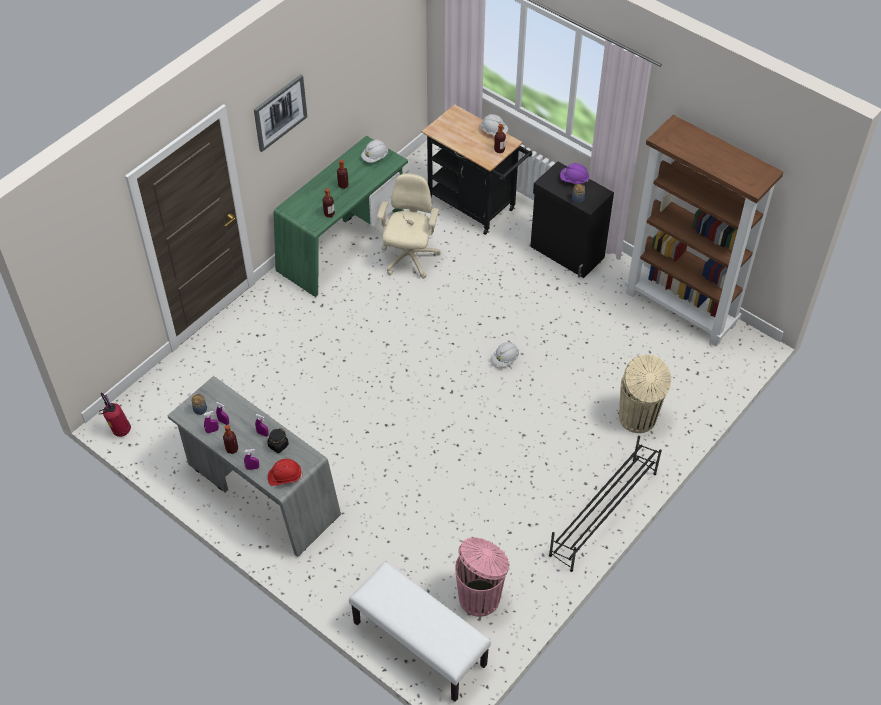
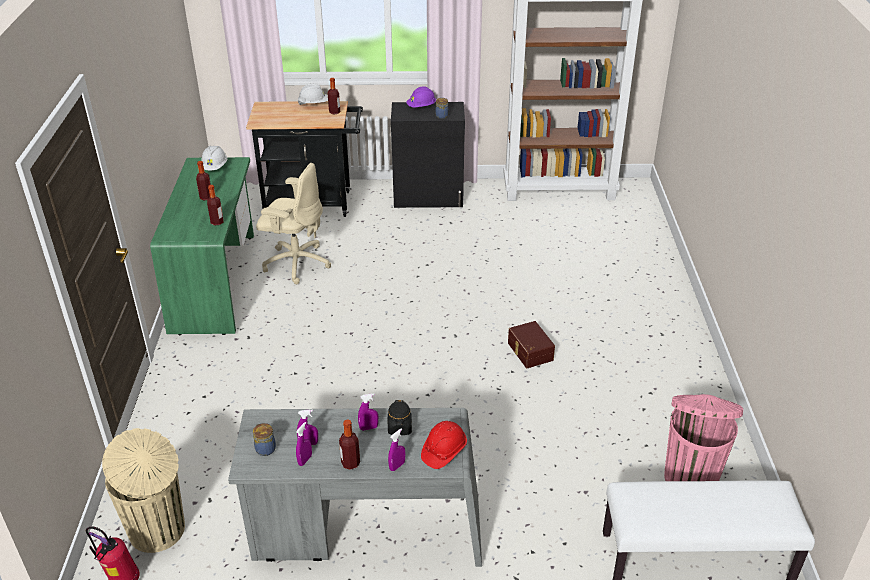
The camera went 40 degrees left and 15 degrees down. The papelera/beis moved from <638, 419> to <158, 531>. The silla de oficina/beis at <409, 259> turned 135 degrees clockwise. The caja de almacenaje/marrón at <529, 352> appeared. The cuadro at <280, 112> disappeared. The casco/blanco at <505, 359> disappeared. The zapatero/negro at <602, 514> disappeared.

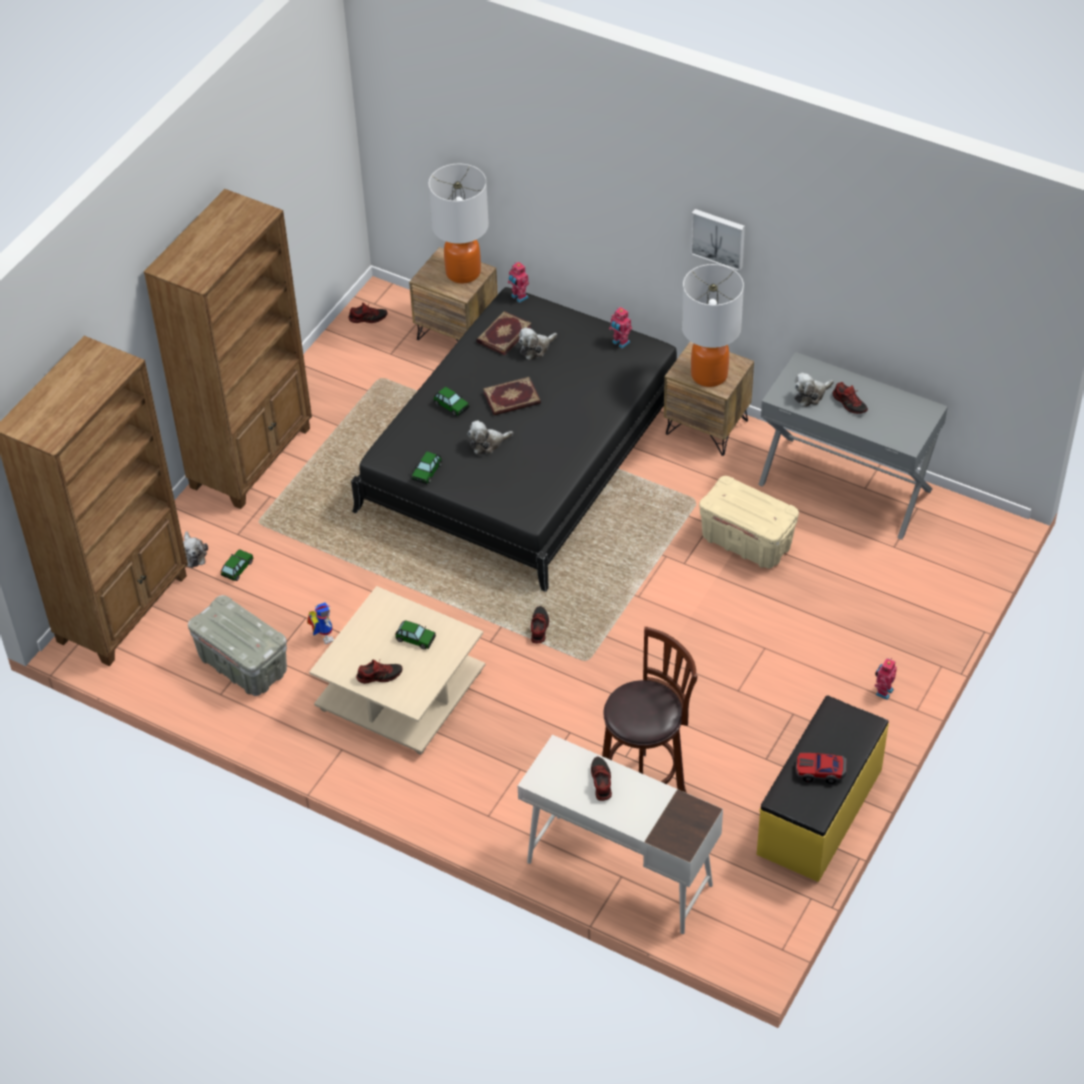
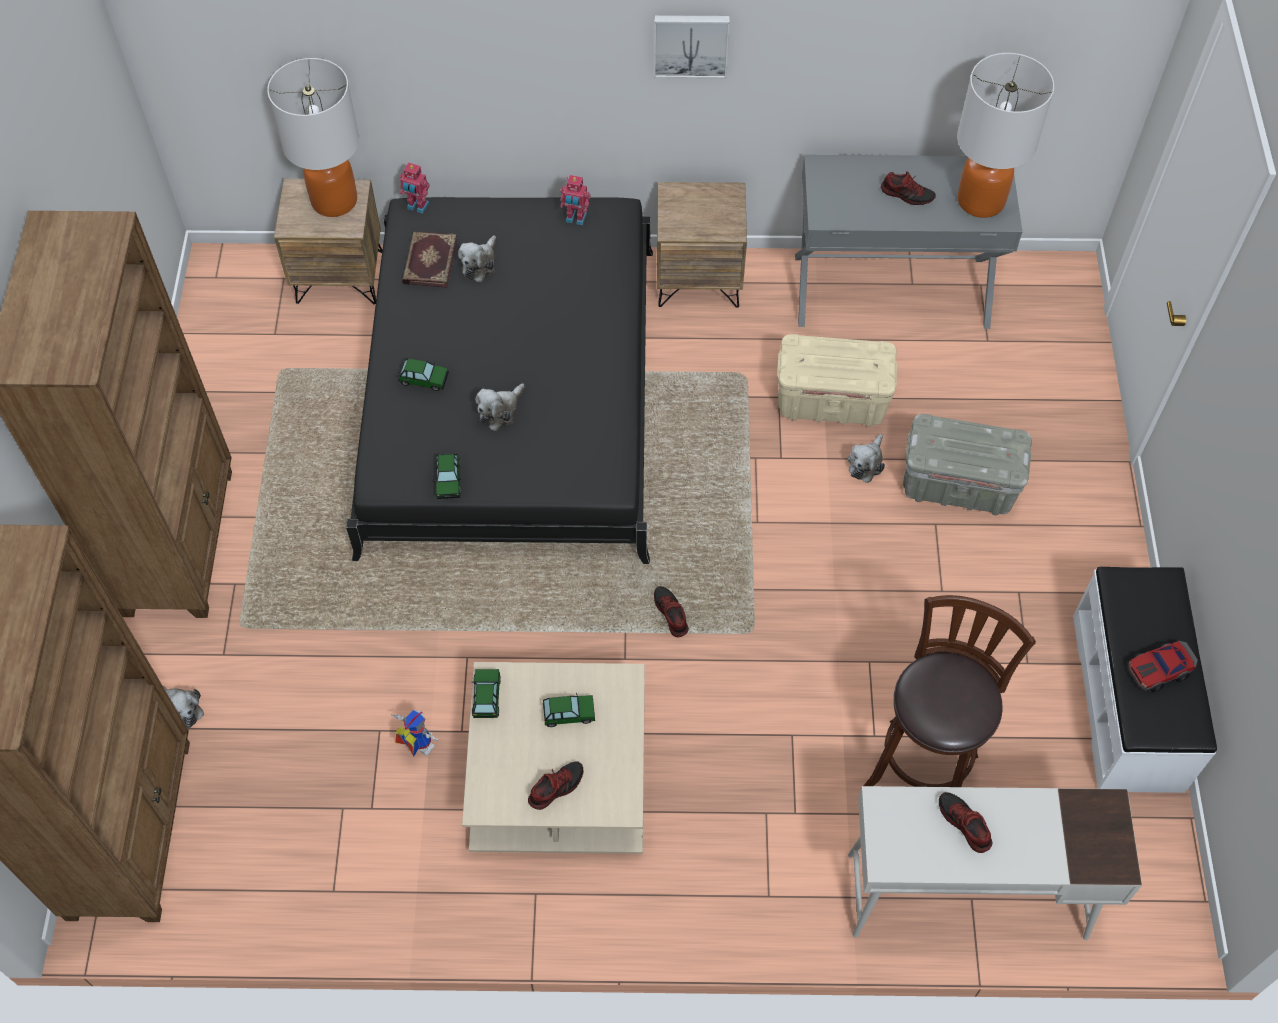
The camera went 30 degrees left and 10 degrees up. The coche de juguete moved from <237, 568> to <486, 696>. The peluche moved from <811, 395> to <866, 463>. The caja de almacenaje/gris moved from <242, 665> to <957, 486>. The lámpara de mesa moved from <709, 374> to <981, 200>. The banco/amarillo at <821, 812> became the banco/blanco at <1128, 701>. The zapato at <368, 318> disappeared. The libro at <512, 399> disappeared. The robot de juguete at <883, 691> disappeared.

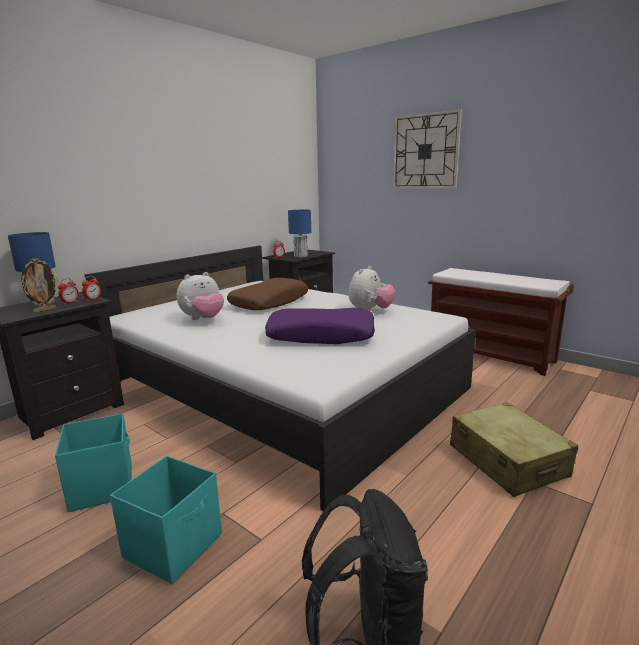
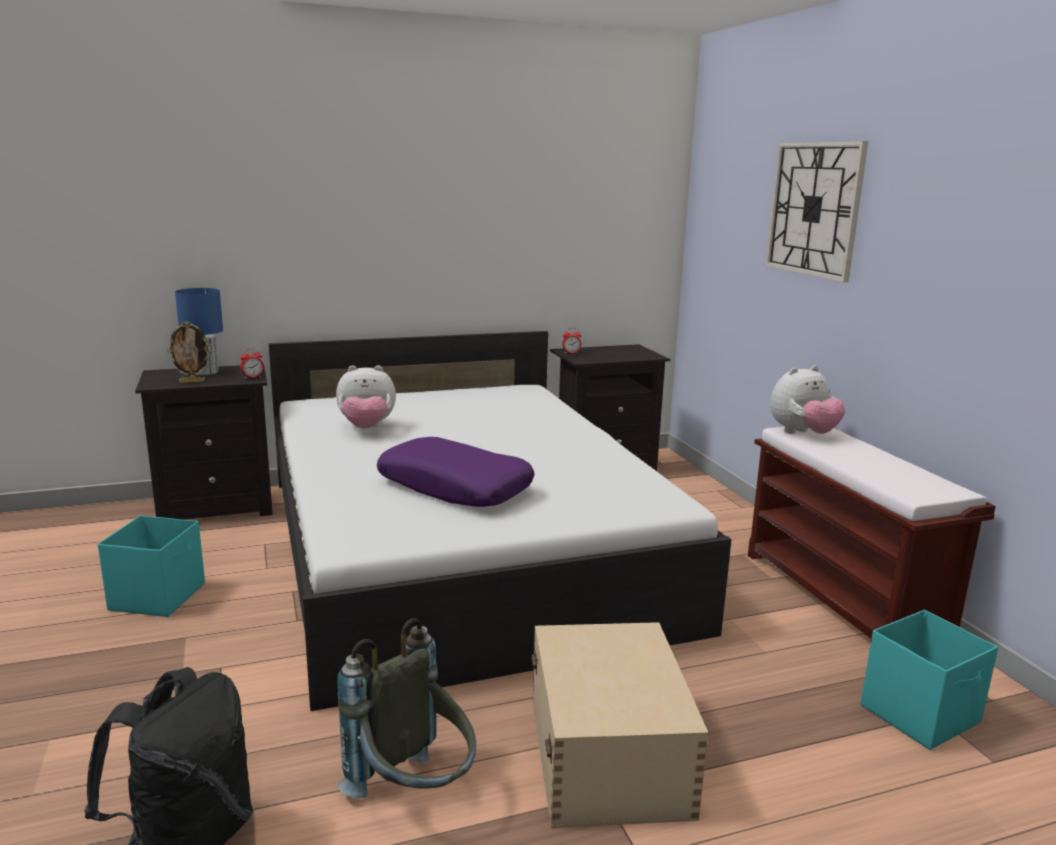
The camera went 30 degrees right and 0 degrees up. The mochila/gris at <415, 793> appeared. The maleta/beis at <507, 461> was replaced by the caja de almacenaje/beis at <608, 754>. The peluche moved from <370, 311> to <802, 434>. The caja de almacenaje/turquesa moved from <175, 545> to <921, 714>. The despertador at <70, 303> disappeared. The cojín/marrón at <269, 303> disappeared. The lámpara de mesa/azul at <300, 256> disappeared.

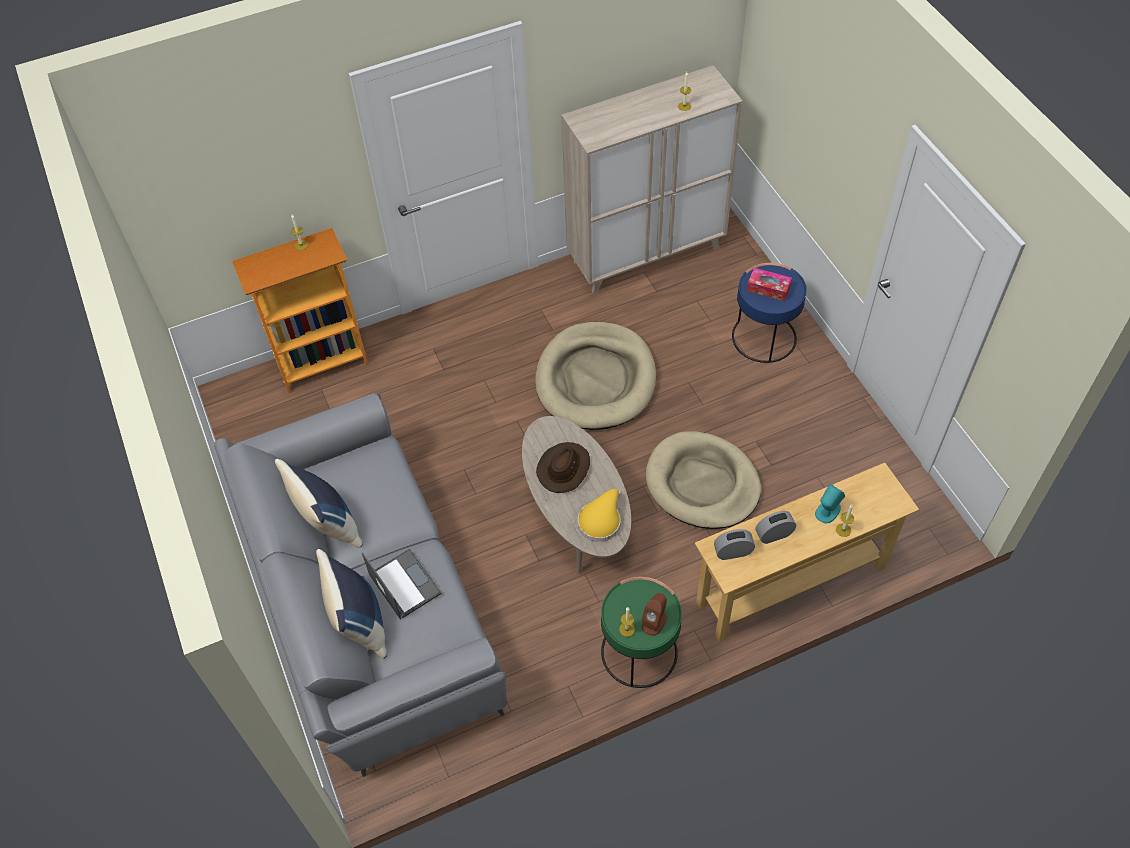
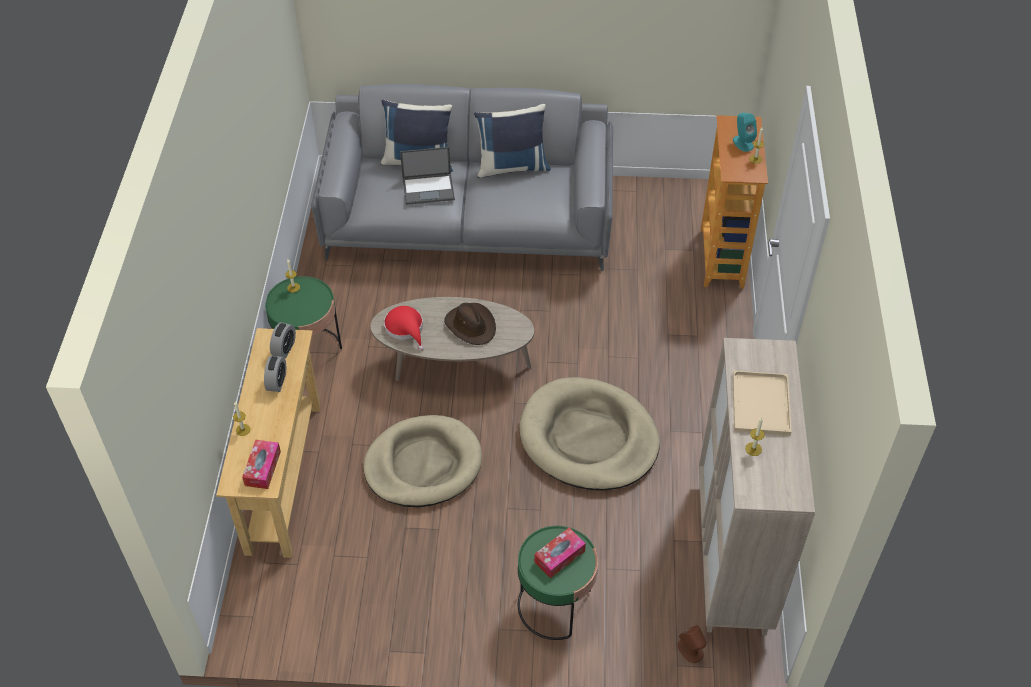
The camera went 115 degrees right and 5 degrees down. The caja de pañuelos at <262, 468> appeared. The sombrero/amarillo at <601, 520> became the sombrero/rojo at <405, 328>. The mesa auxiliar/azul at <763, 338> became the mesa auxiliar/verde at <555, 605>. The altavoz/marrón moved from <654, 621> to <690, 650>. The altavoz/turquesa moved from <827, 511> to <743, 143>. The bandeja/beis at <760, 402> appeared.

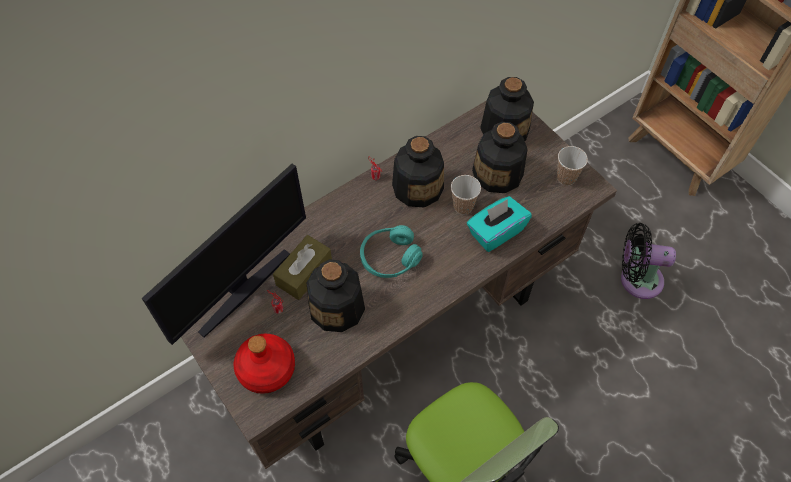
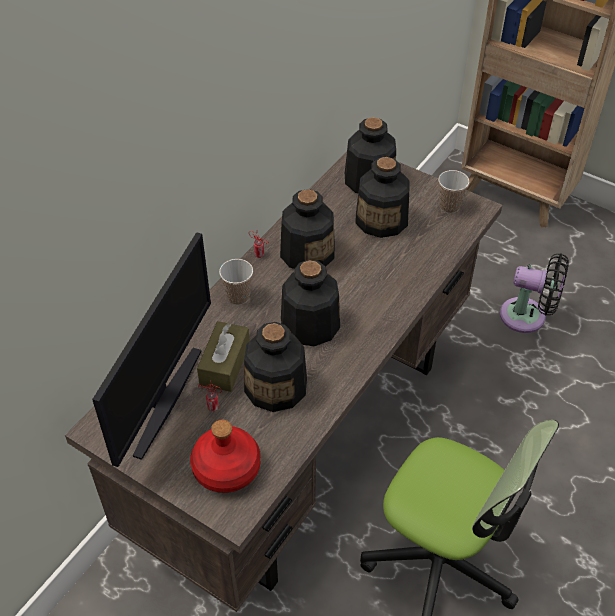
The camera went 20 degrees left and 10 degrees down. The taza moved from <463, 206> to <238, 297>. The auriculares/turquesa at <390, 257> was replaced by the botella at <309, 324>. The ventilador/negro at <636, 279> turned 150 degrees counterclockwise. The caja de pañuelos/turquesa at <495, 232> disappeared.

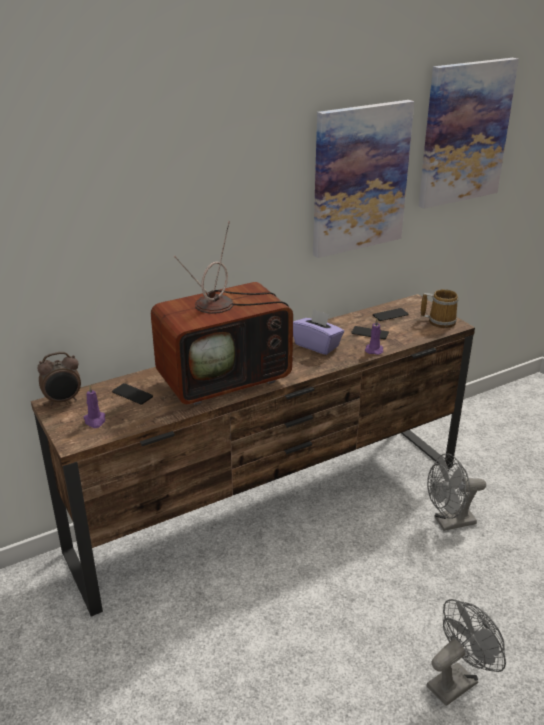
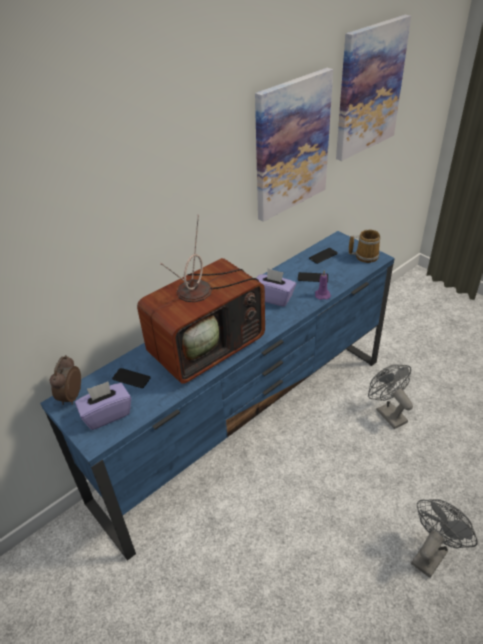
The camera went 10 degrees left and 10 degrees up. The mueble de televisión/marrón at <273, 506> became the mueble de televisión/azul at <248, 425>. The despertador at <63, 400> turned 135 degrees clockwise. The vela/morado at <95, 421> was replaced by the caja de pañuelos/morado at <107, 414>. The ventilador/gris at <449, 522> turned 90 degrees clockwise.

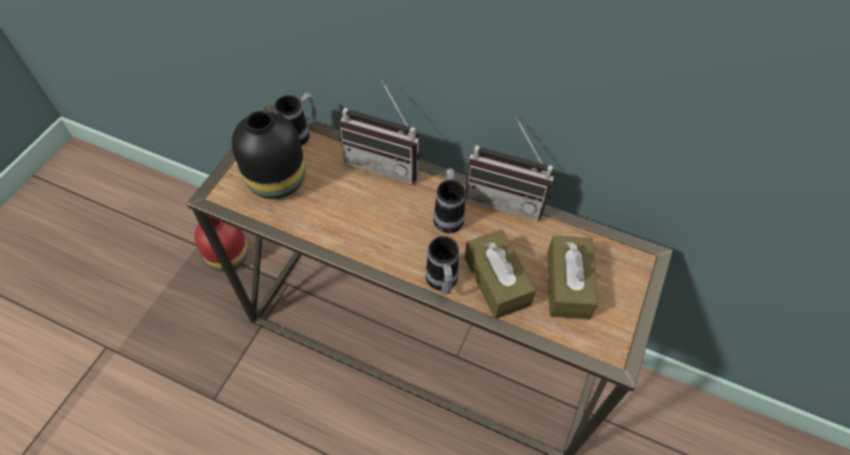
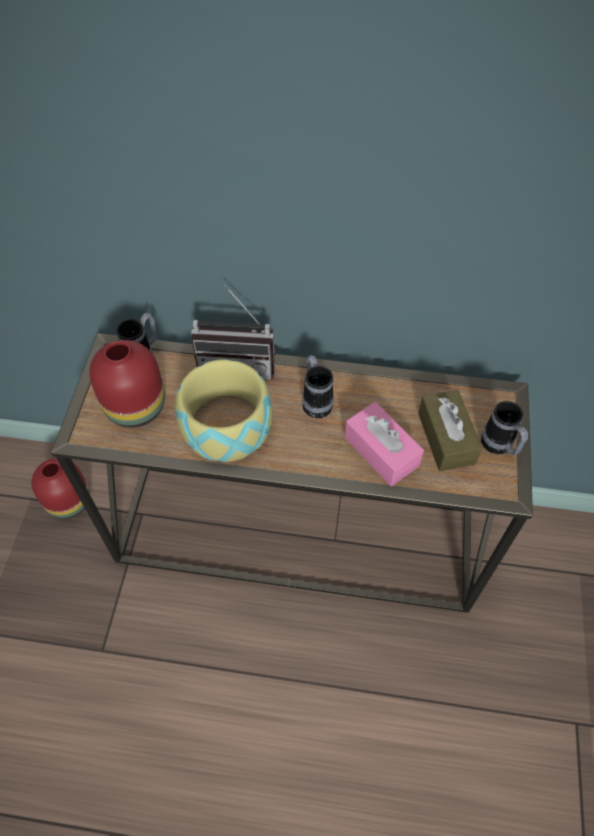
The camera went 15 degrees left and 0 degrees up. The florero/negro at <275, 181> became the florero/rojo at <134, 408>. The cuenco at <226, 426> appeared. The caja de pañuelos/marrón at <497, 281> became the caja de pañuelos/rosa at <381, 451>. The taza grande moved from <442, 283> to <499, 447>. The radio at <507, 197> disappeared.

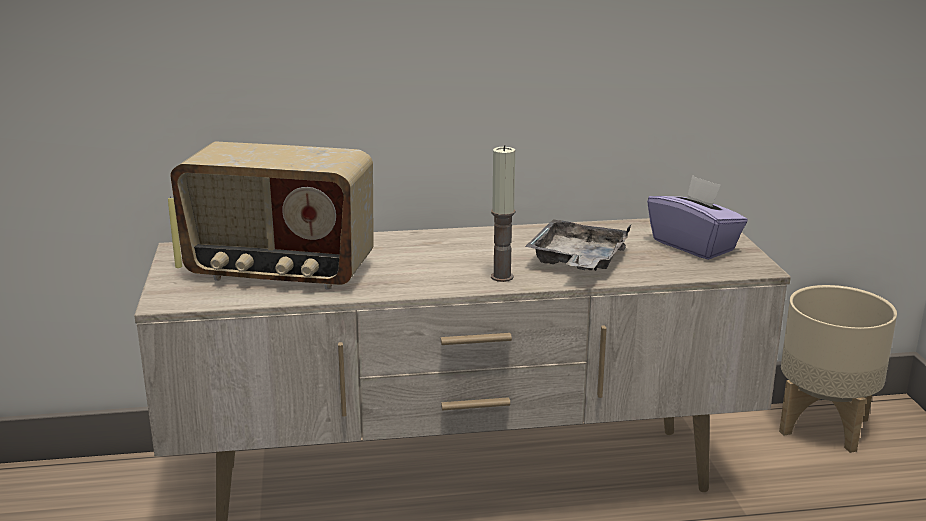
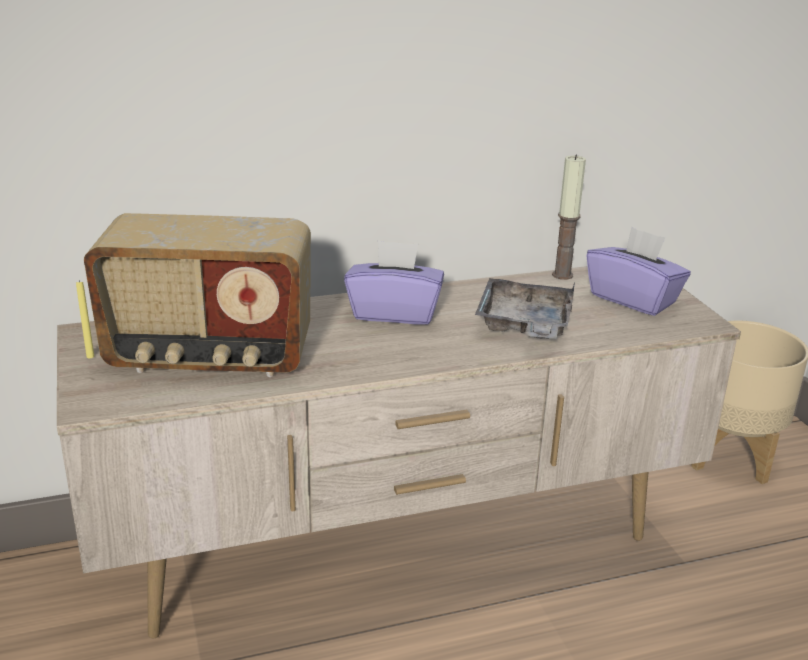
The camera went 10 degrees left and 5 degrees up. The caja de pañuelos/morado at <394, 313> appeared. The vela moved from <502, 277> to <562, 275>.

